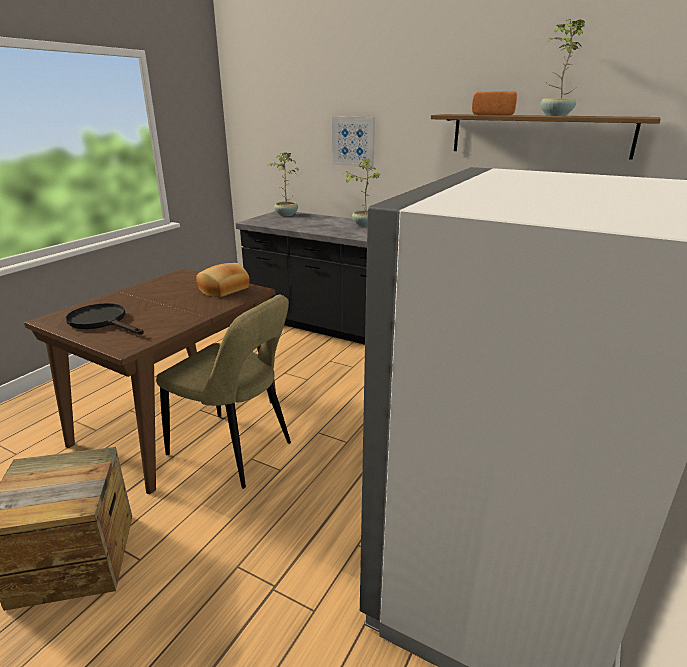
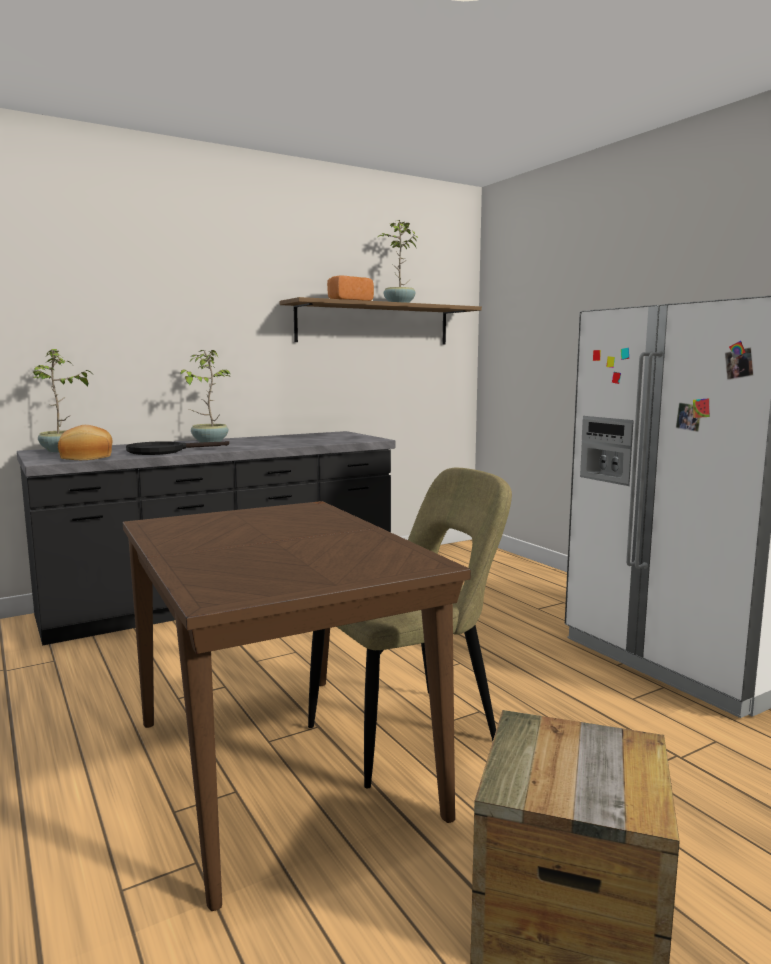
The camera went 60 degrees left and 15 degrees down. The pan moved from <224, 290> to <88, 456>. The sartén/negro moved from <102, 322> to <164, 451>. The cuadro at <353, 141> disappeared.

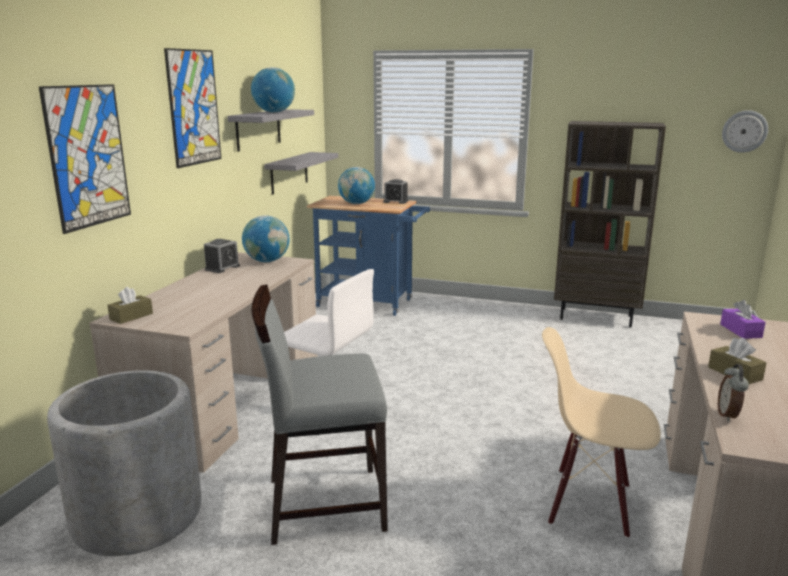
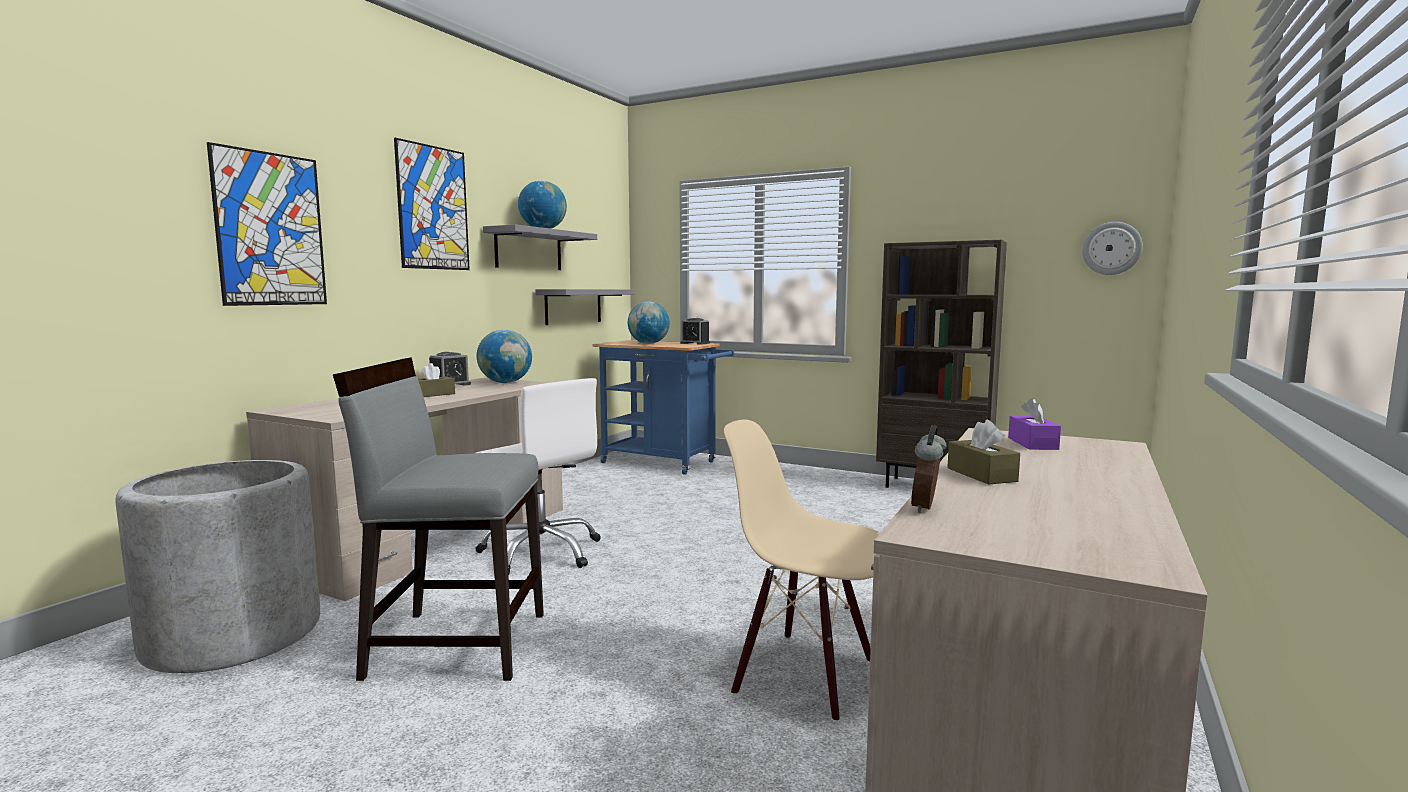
The camera went 10 degrees right and 10 degrees down. The caja de pañuelos/marrón moved from <131, 316> to <433, 394>.

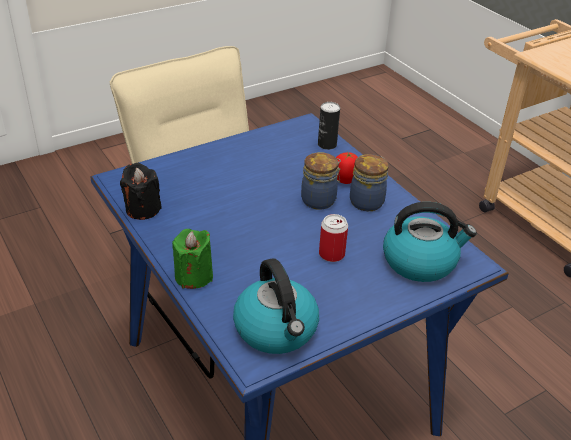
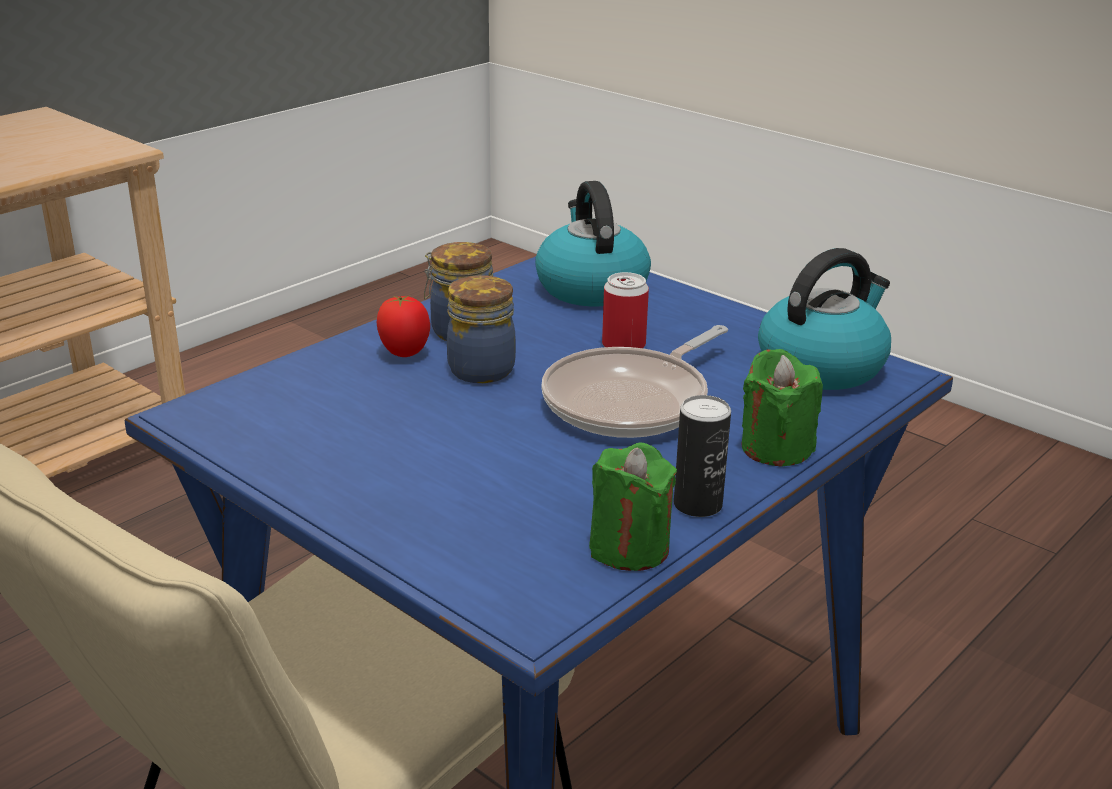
The camera went 105 degrees left and 10 degrees down. The sartén at <632, 401> appeared. The vela/negro at <142, 209> became the vela/verde at <629, 548>. The lata moved from <327, 145> to <697, 504>.

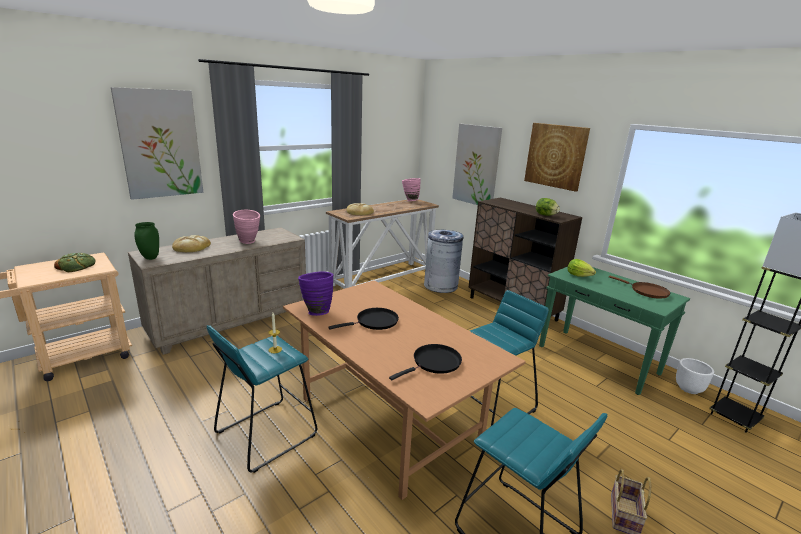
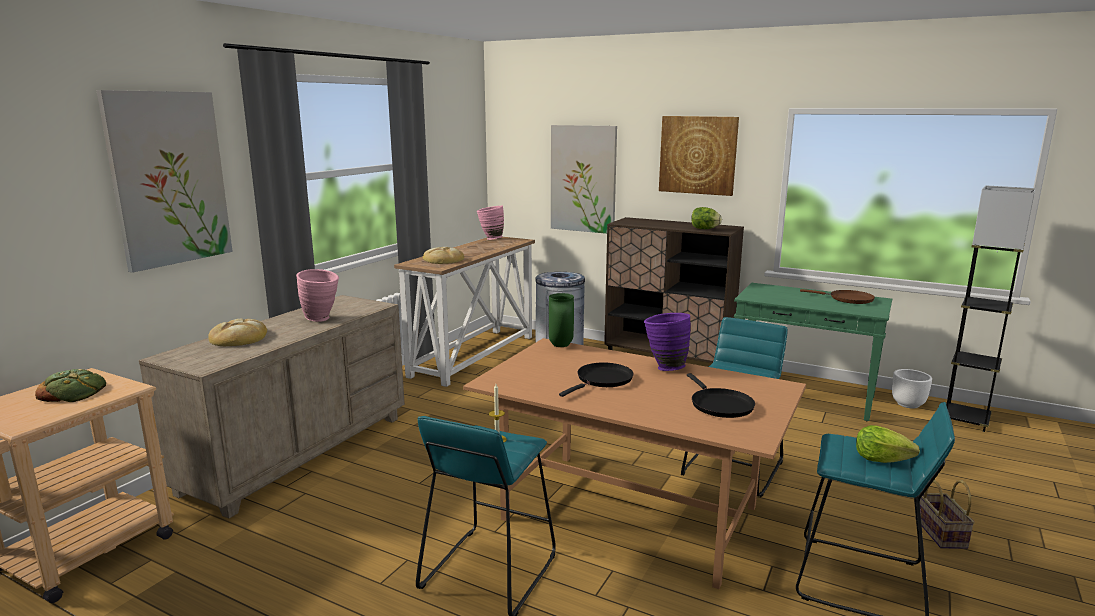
The camera went 20 degrees left and 5 degrees down. The florero/verde moved from <150, 258> to <560, 345>. The florero/morado moved from <316, 311> to <664, 367>. The sartén/negro at <434, 363> turned 135 degrees clockwise. The lechuga moved from <578, 275> to <880, 460>.

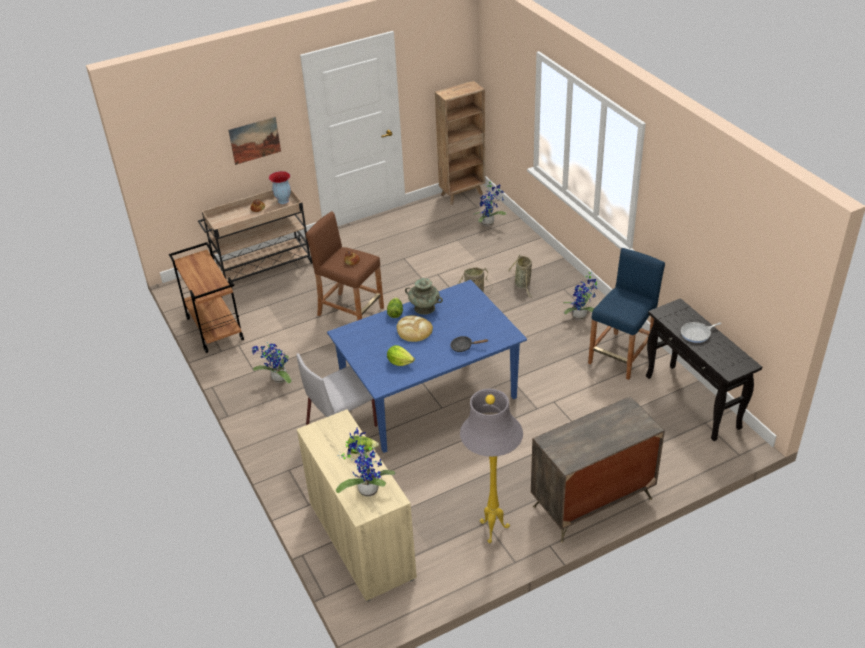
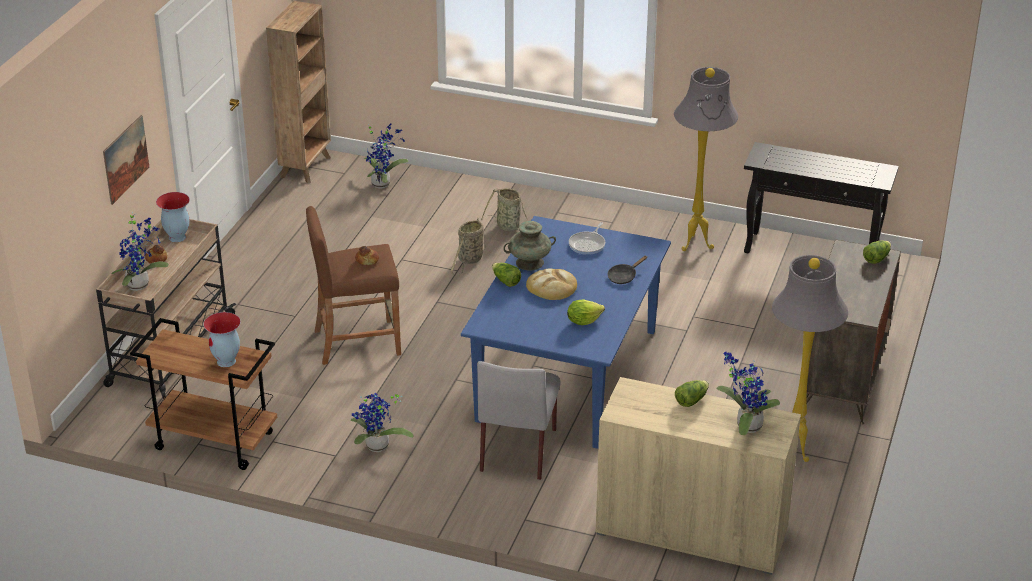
The camera went 45 degrees left and 5 degrees down. The planta en maceta moved from <581, 316> to <141, 285>. The florero at <226, 361> appeared. The sartén moved from <697, 334> to <588, 244>. The taburete/azul at <621, 355> was replaced by the lámpara de pie/gris at <697, 245>. The lechuga at <876, 258> appeared.

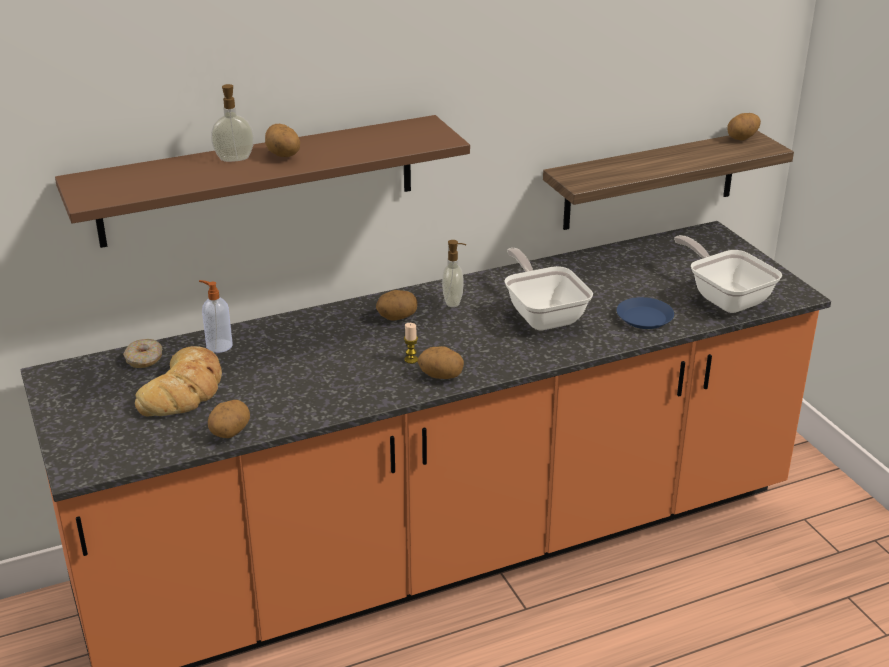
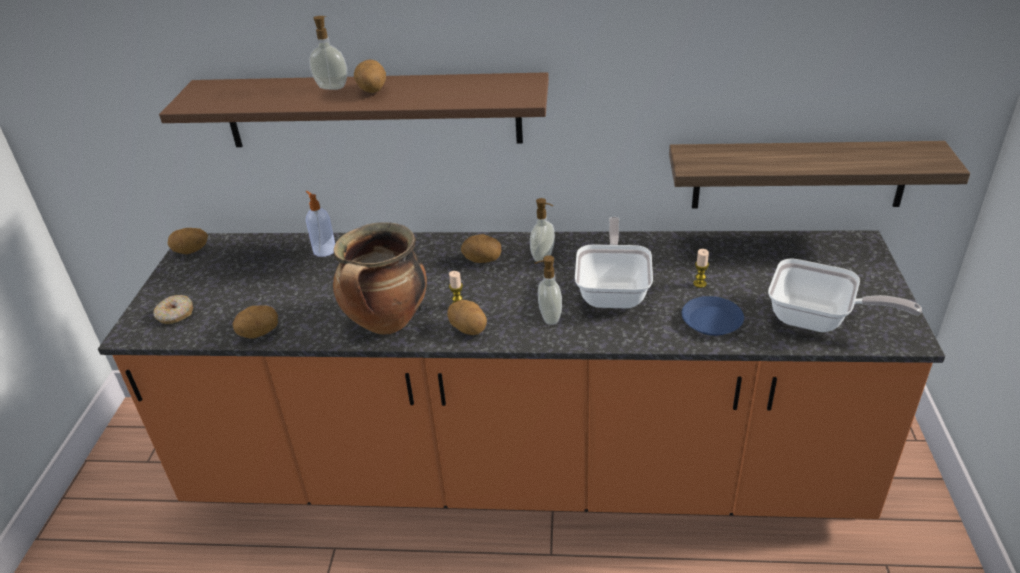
The camera went 30 degrees right and 5 degrees up. The rosquilla moved from <144, 359> to <175, 315>. The patata moved from <742, 138> to <191, 251>. The olla at <387, 323> appeared. The dispensador de jabón at <549, 317> appeared. The vela at <699, 284> appeared. The sartén at <725, 297> turned 120 degrees clockwise. The pan at <185, 390> disappeared.

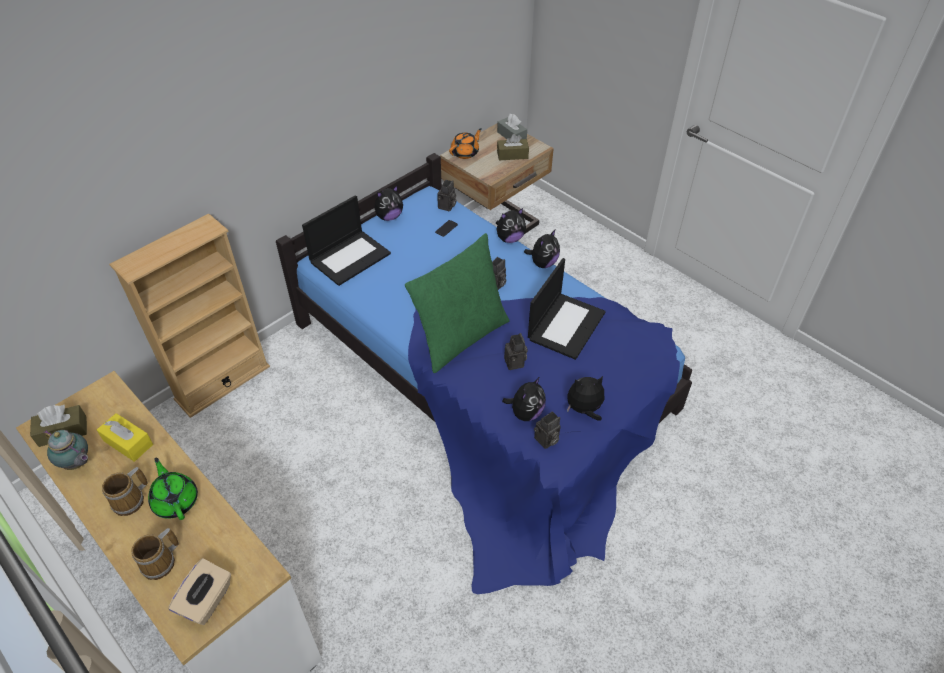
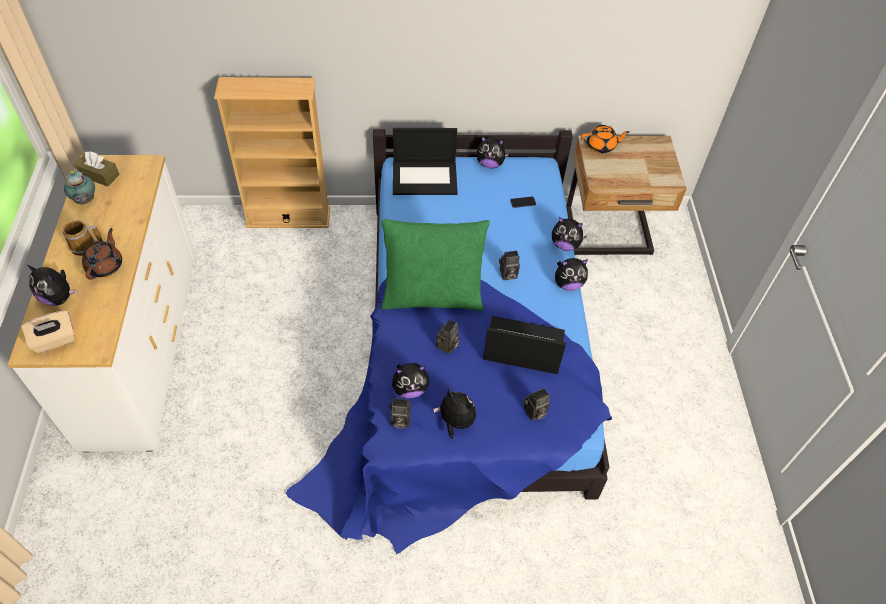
The camera went 40 degrees right and 5 degrees up. The taza grande at <161, 563> was replaced by the peluche at <59, 297>. The tetera/verde at <176, 500> became the tetera/marrón at <105, 265>. The portátil at <566, 325> turned 150 degrees counterclockwise. The cámara moved from <447, 207> to <534, 413>. The caja de pañuelos/amarillo at <128, 442> disappeared. The caja de pañuelos/gris at <511, 136> disappeared. The caja de pañuelos/marrón at <512, 155> disappeared.

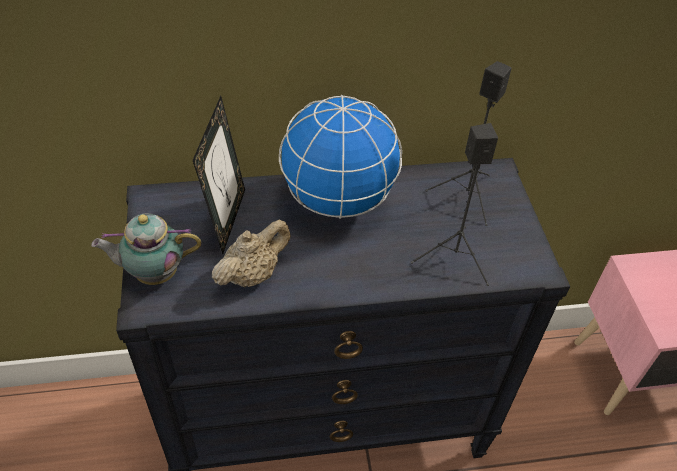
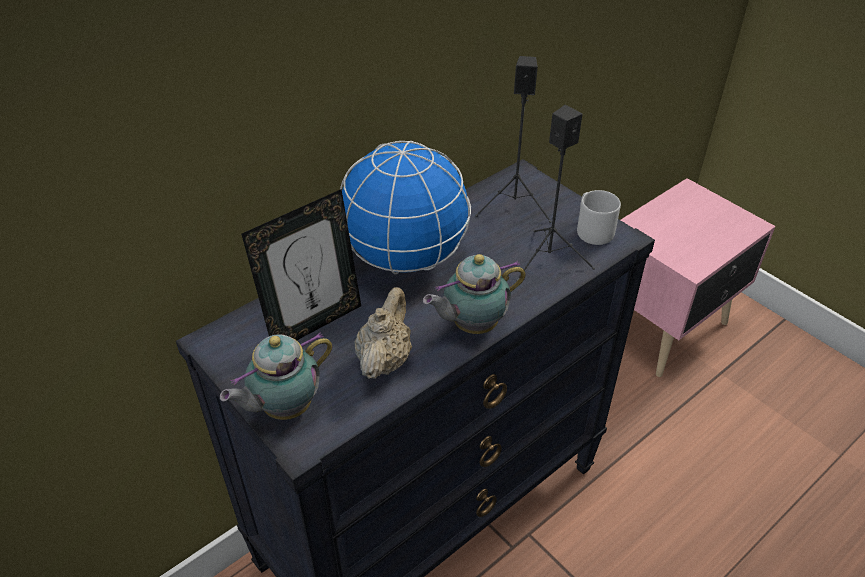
The camera went 30 degrees left and 5 degrees down. The portarretratos at <227, 219> turned 75 degrees clockwise. The tetera at <472, 325> appeared. The taza grande/gris at <592, 230> appeared.

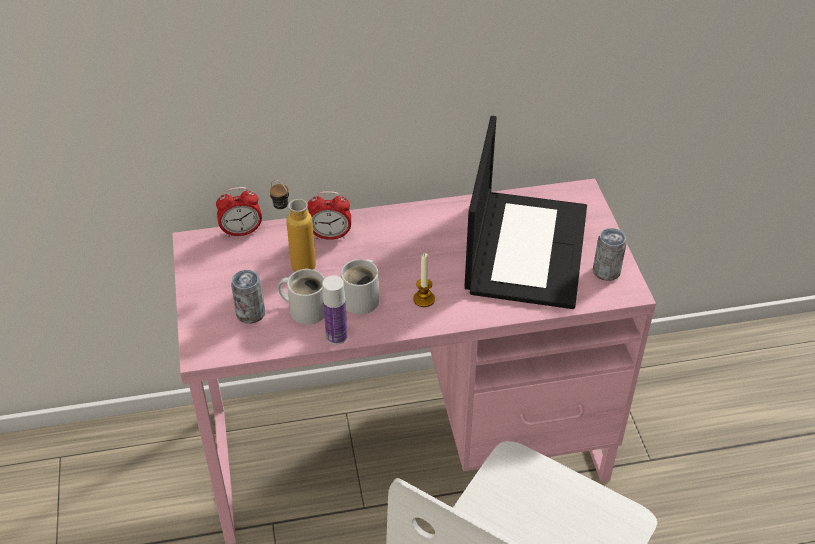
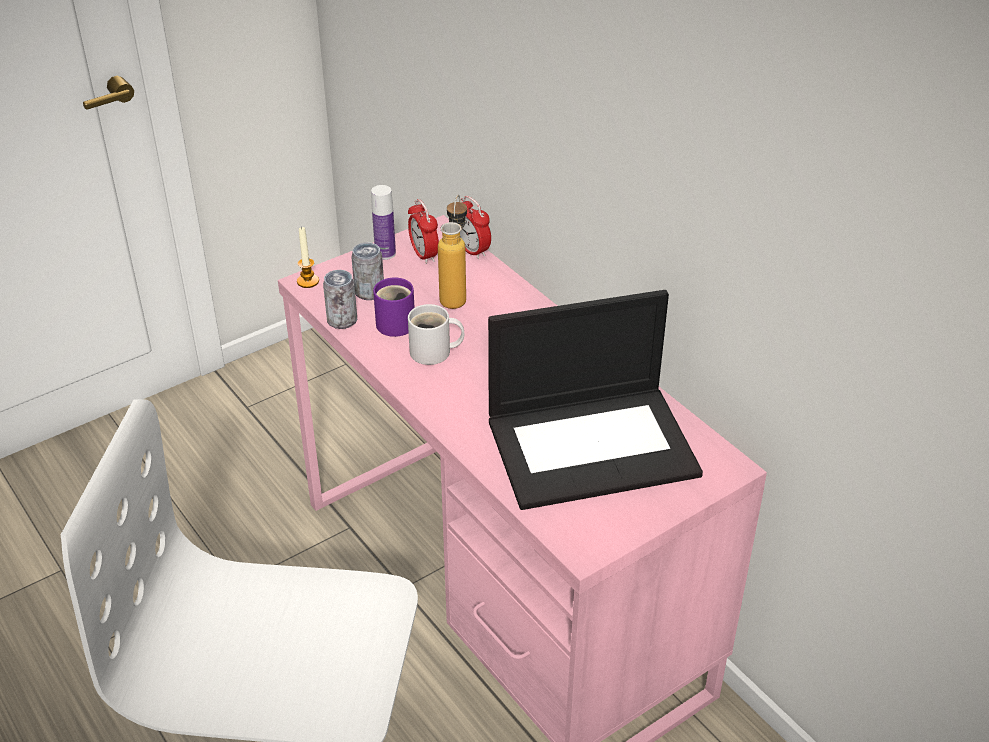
The camera went 65 degrees right and 5 degrees down. The vela moved from <424, 299> to <308, 281>. The lata moved from <606, 272> to <342, 320>. The botella moved from <336, 336> to <385, 253>. The taza grande/blanco at <305, 308> became the taza grande/morado at <397, 322>. The despertador moved from <330, 236> to <424, 255>.

